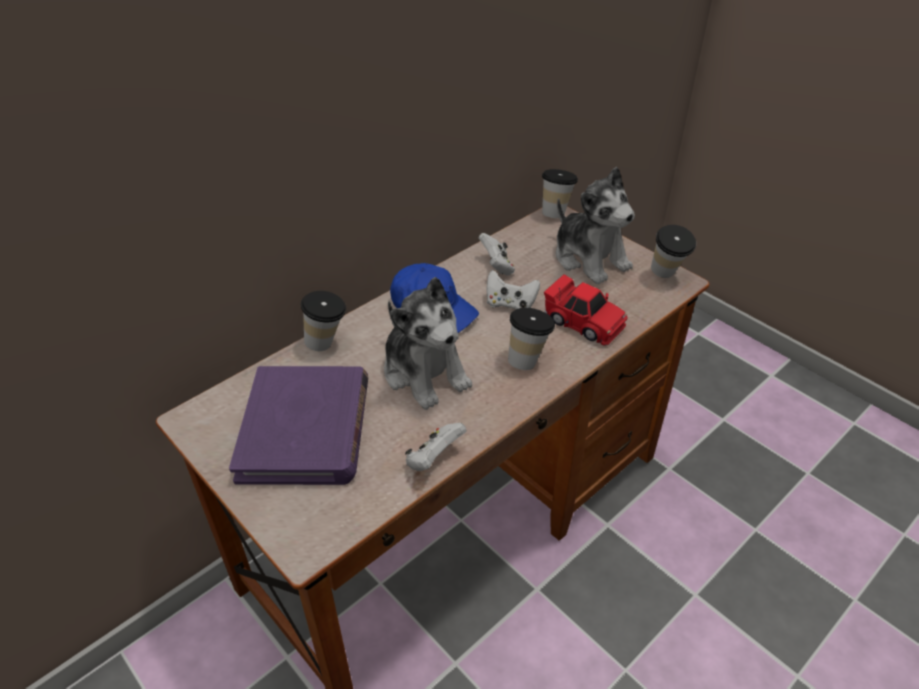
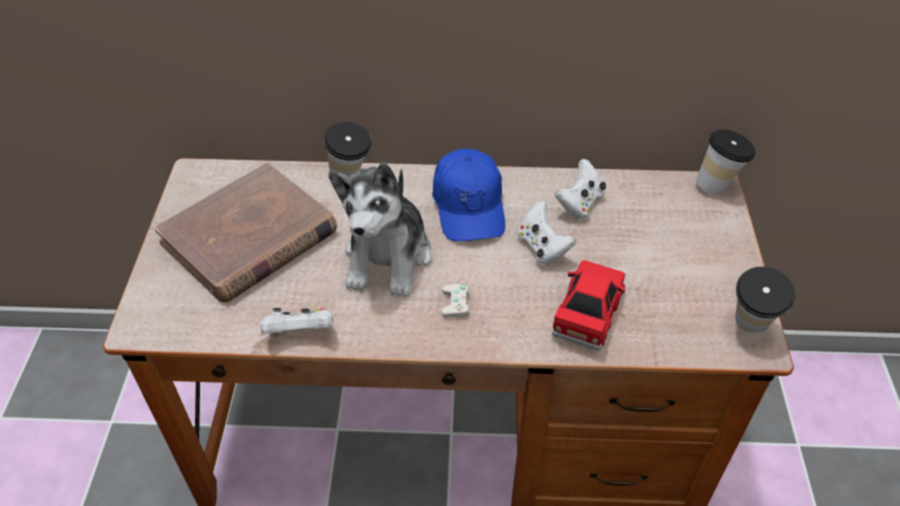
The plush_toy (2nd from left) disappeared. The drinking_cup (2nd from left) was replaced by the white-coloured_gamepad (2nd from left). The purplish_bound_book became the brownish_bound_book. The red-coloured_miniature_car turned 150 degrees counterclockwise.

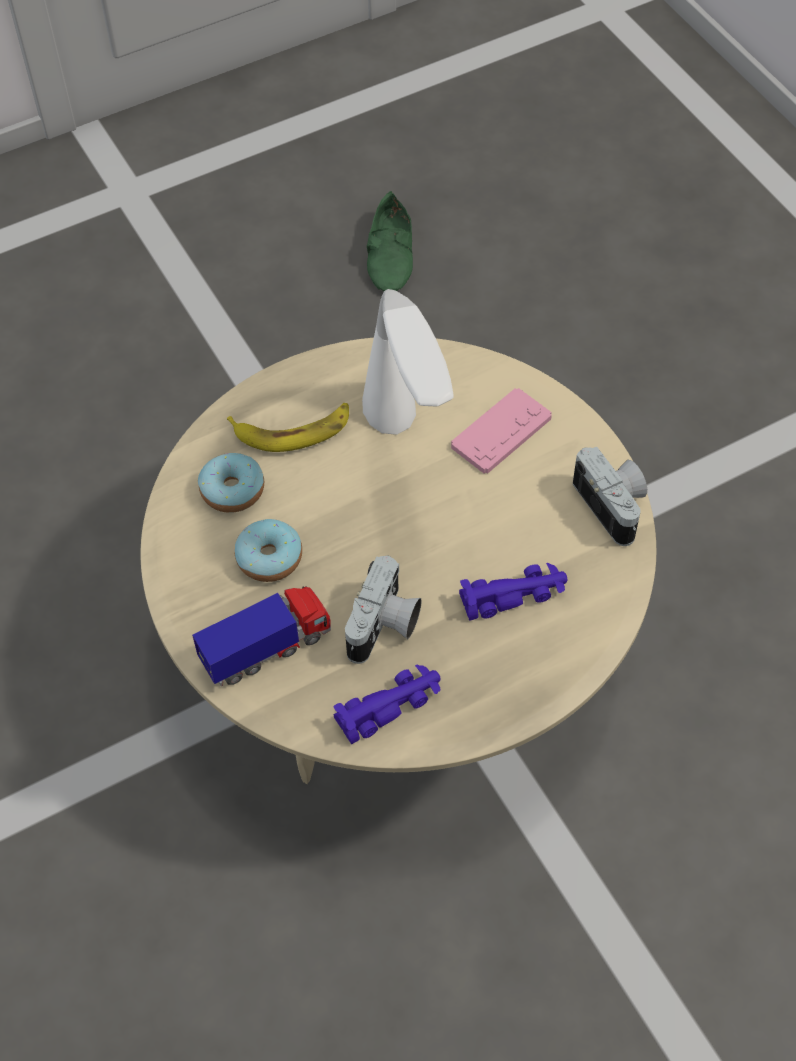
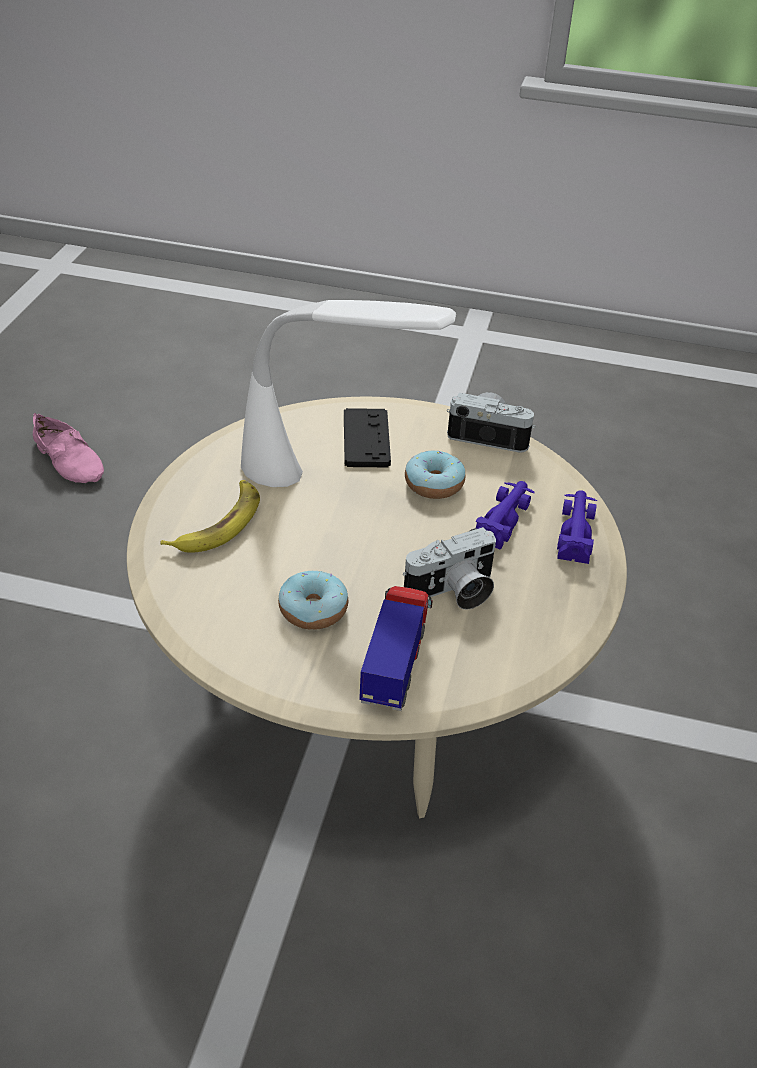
The ring_doughnut (1st from left in the first image) moved. The purplish_miniature_car (1st from left in the first image) moved. The green-coloured_item_of_footwear became the pink_item_of_footwear. The pink_gamepad became the black-coloured_gamepad. The still_camera (1st from left) turned 90 degrees clockwise.

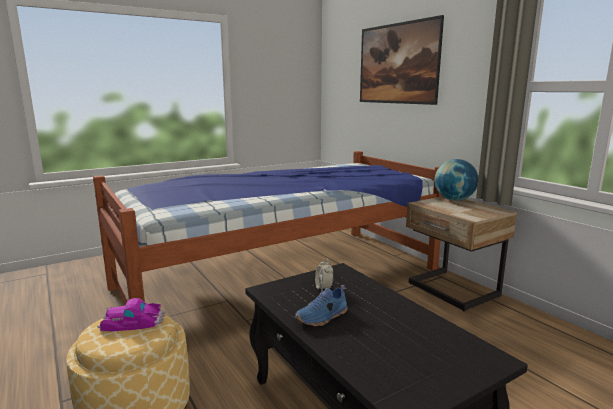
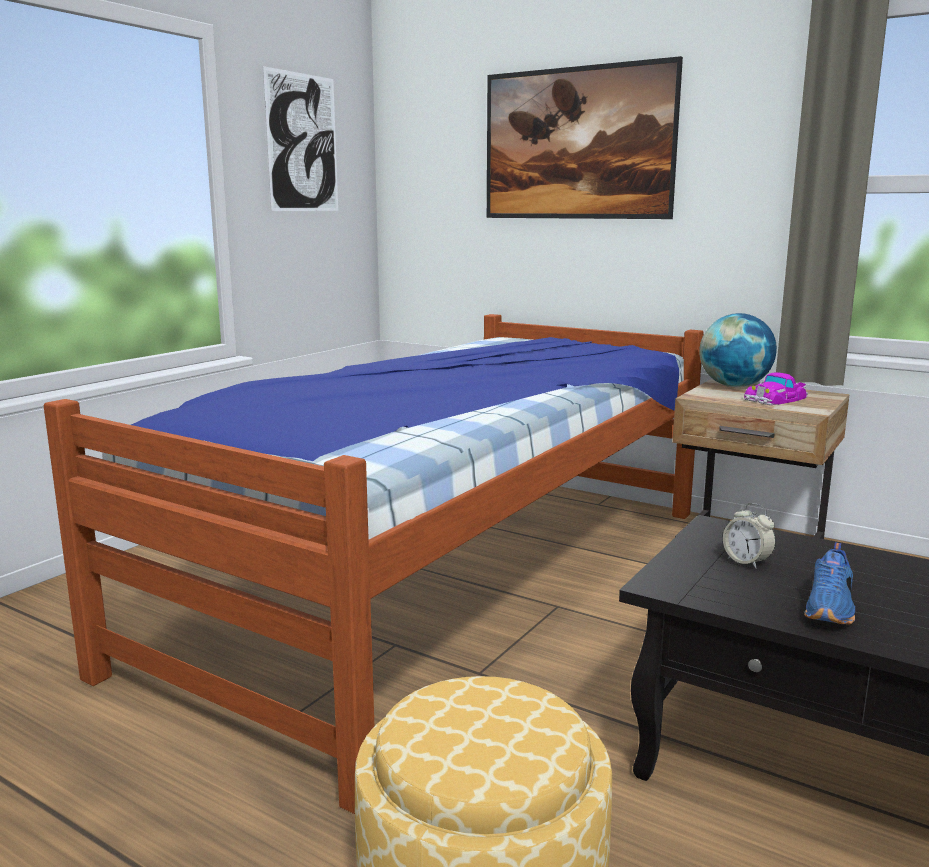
The wall_art (1st from left) appeared. The miniature_car moved.

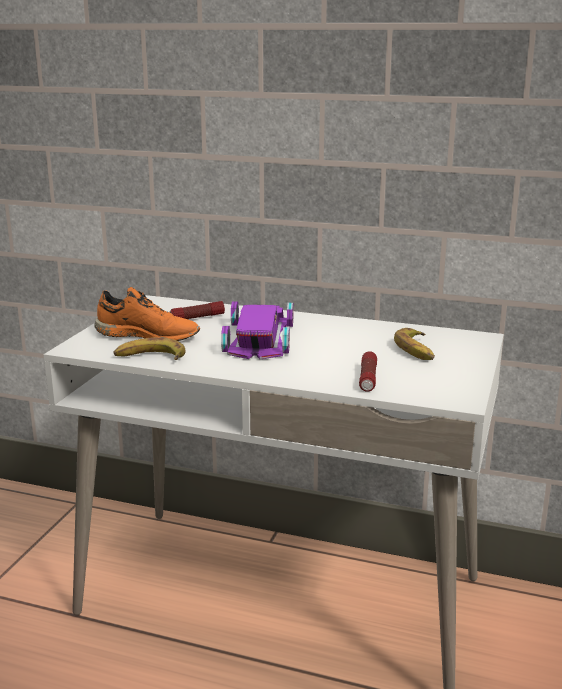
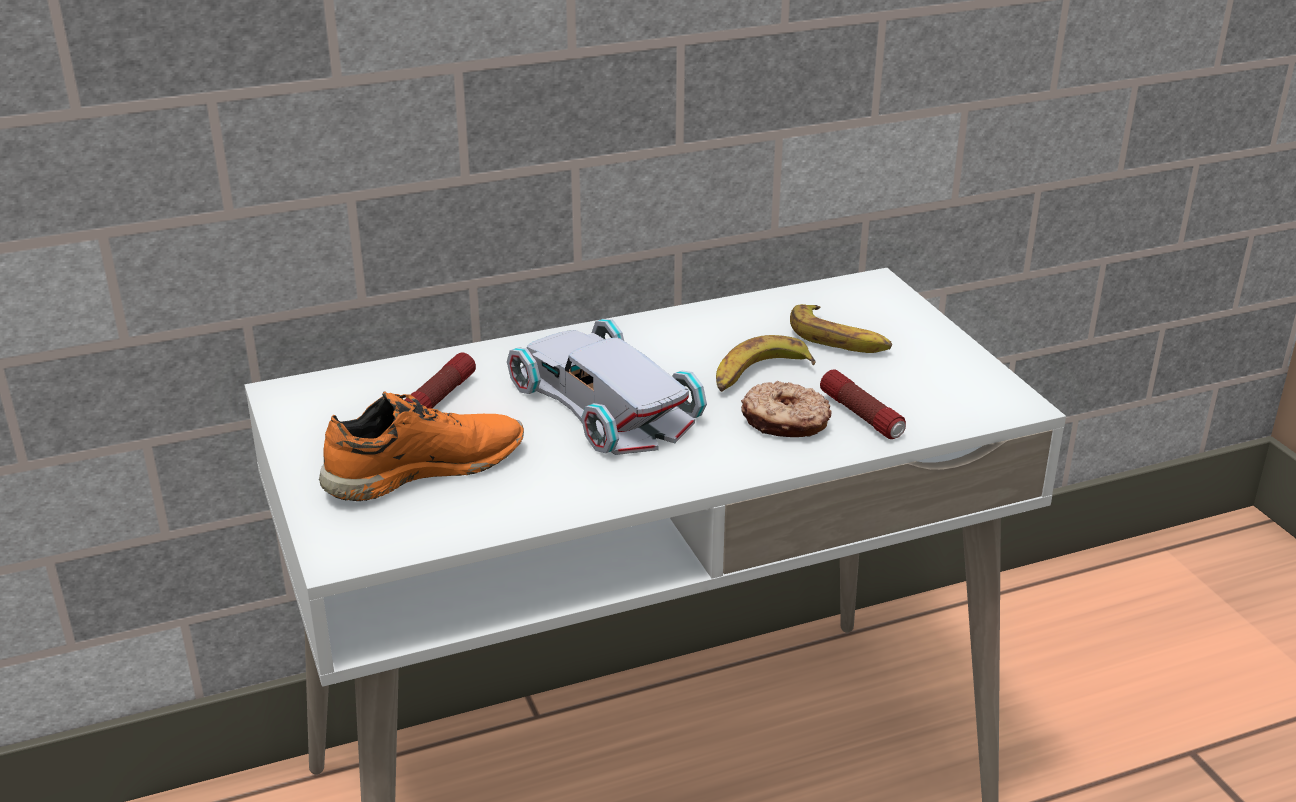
The ring_doughnut appeared. The banana_fruit (1st from left) moved. The purplish_miniature_car became the white-coloured_miniature_car.

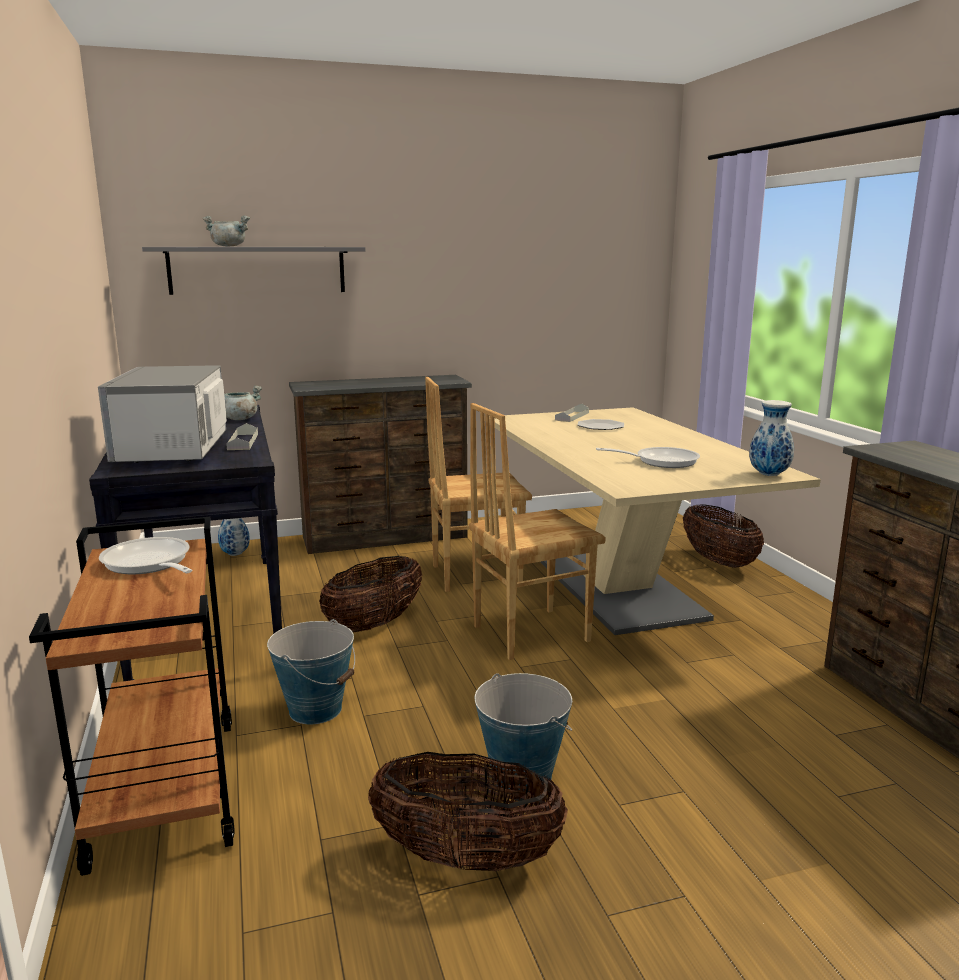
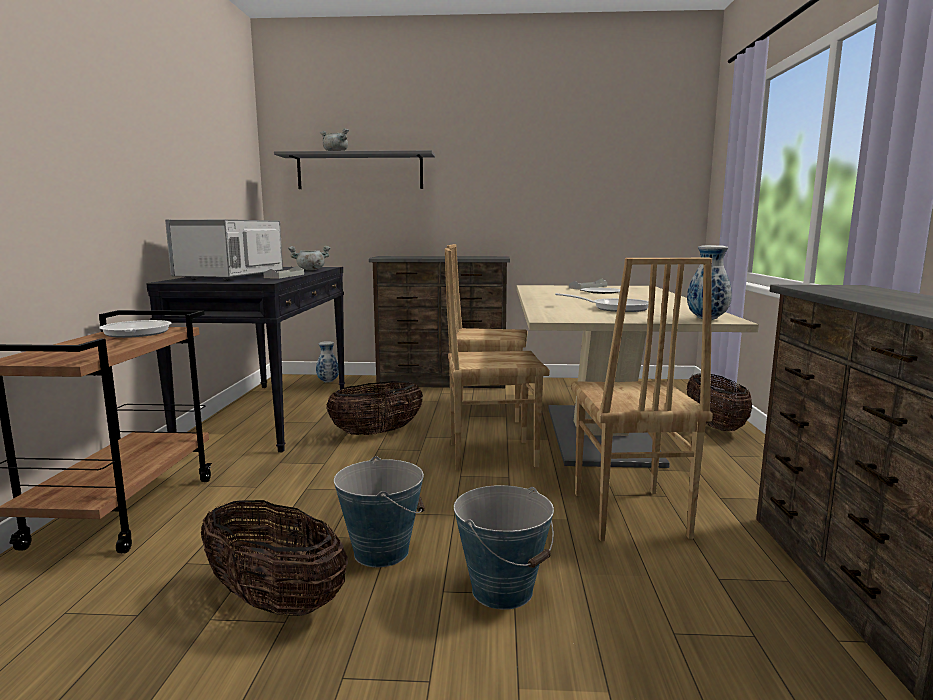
The brownish_plain_chair (3rd from left) appeared. The pail (1st from left in the first image) moved.

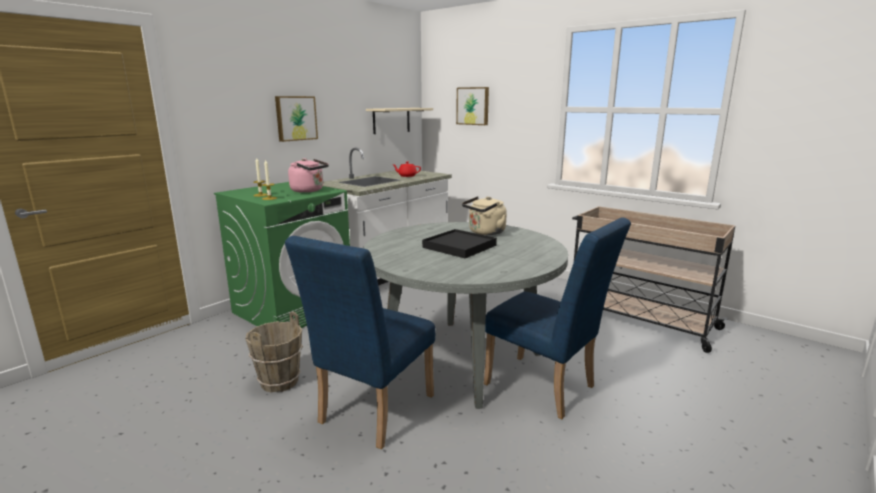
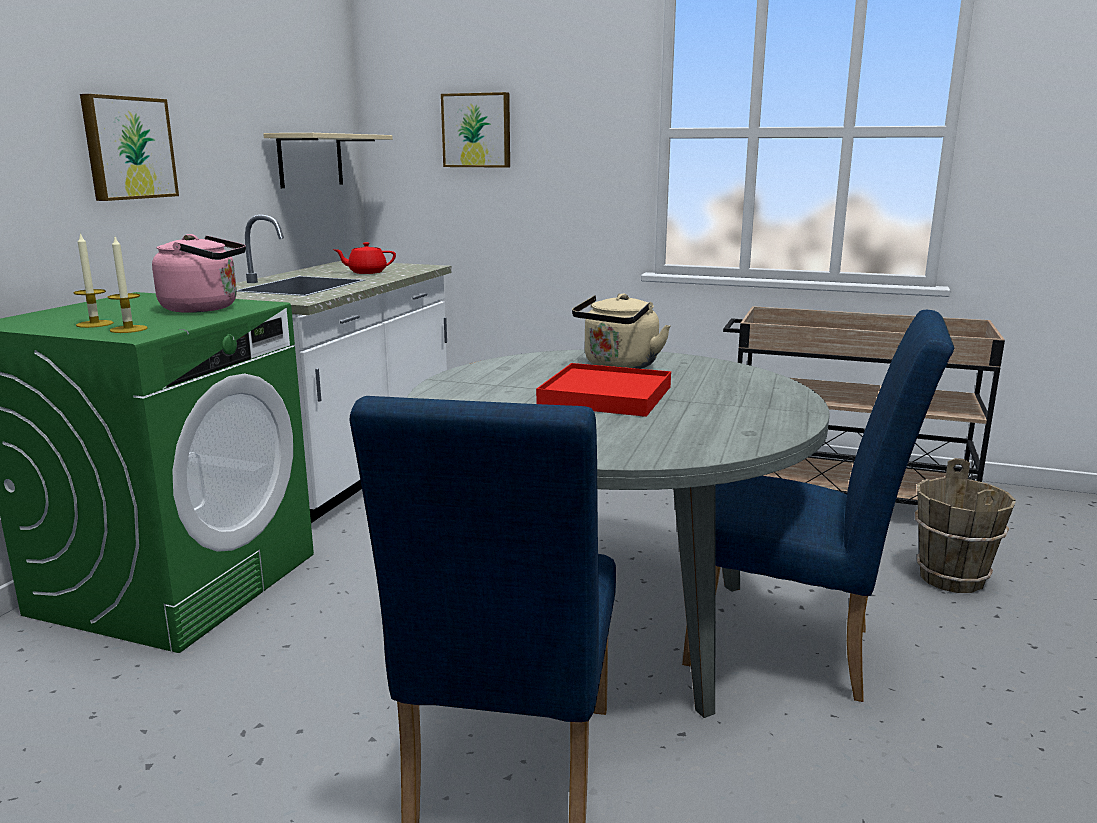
The brownish_pail moved. The black-coloured_serving_tray became the red-coloured_serving_tray.

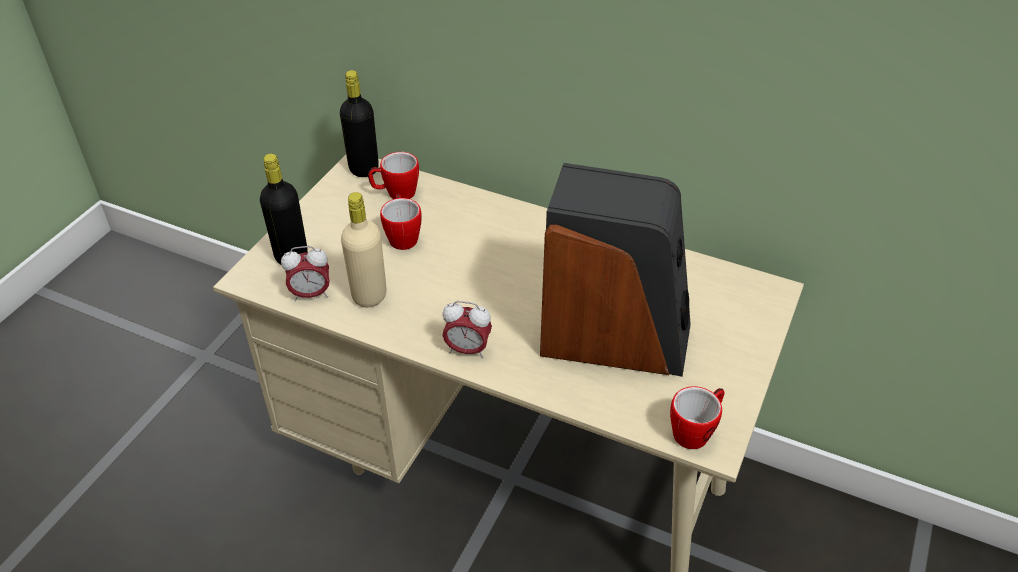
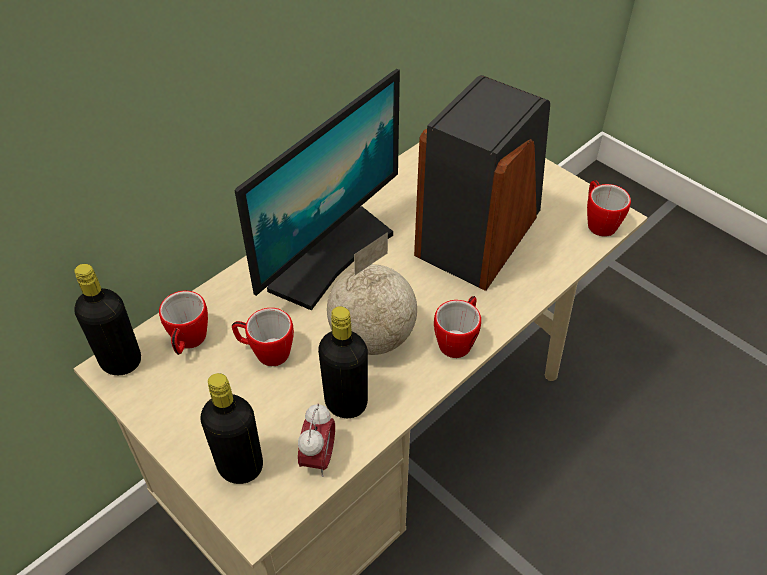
The computer_display appeared. The globe appeared. The alarm_clock (2nd from left) was replaced by the coffee_mug (3rd from left). The sand-coloured_drink_bottle became the black-coloured_drink_bottle (3rd from left).

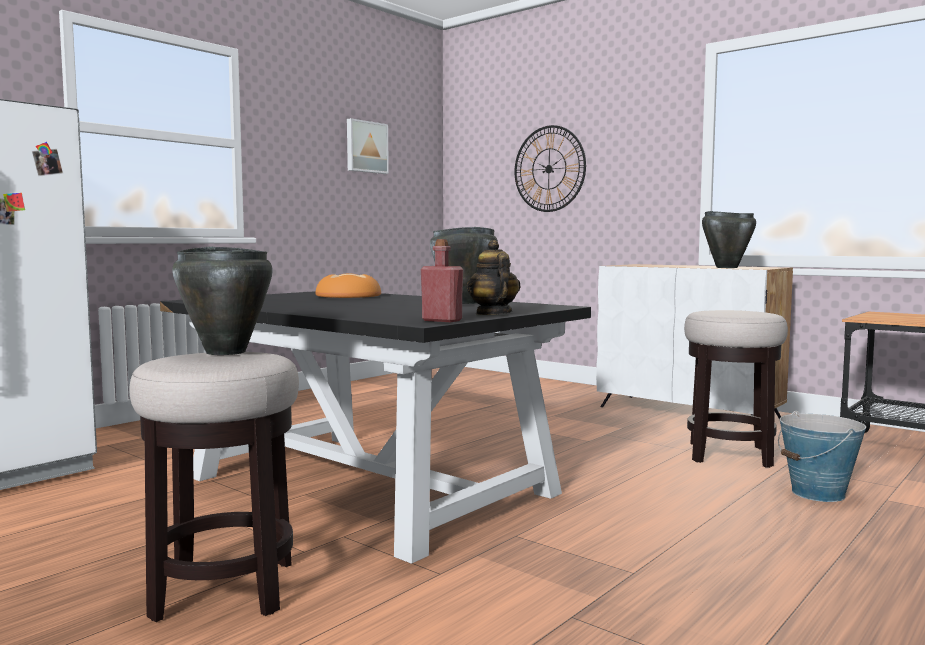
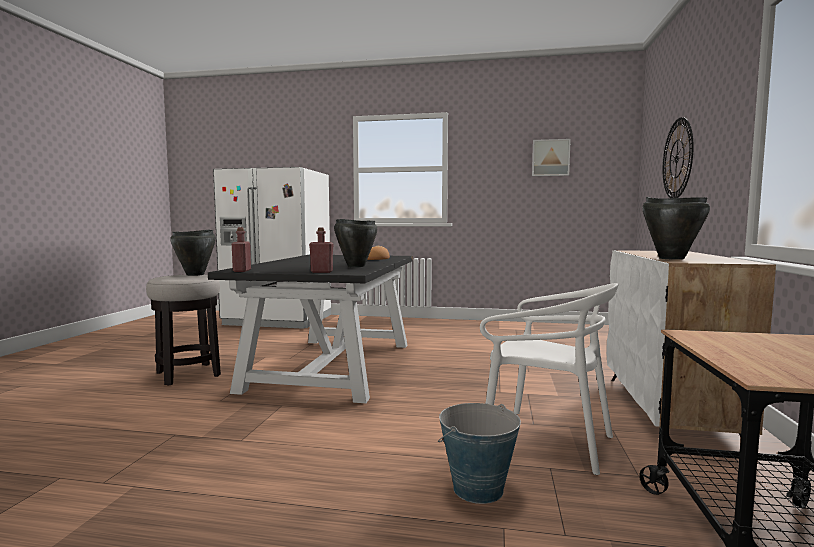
The teapot disappeared. The red-coloured_drink_bottle (2nd from left) appeared. The sitting_stool (2nd from left) was replaced by the white-coloured_plain_chair.

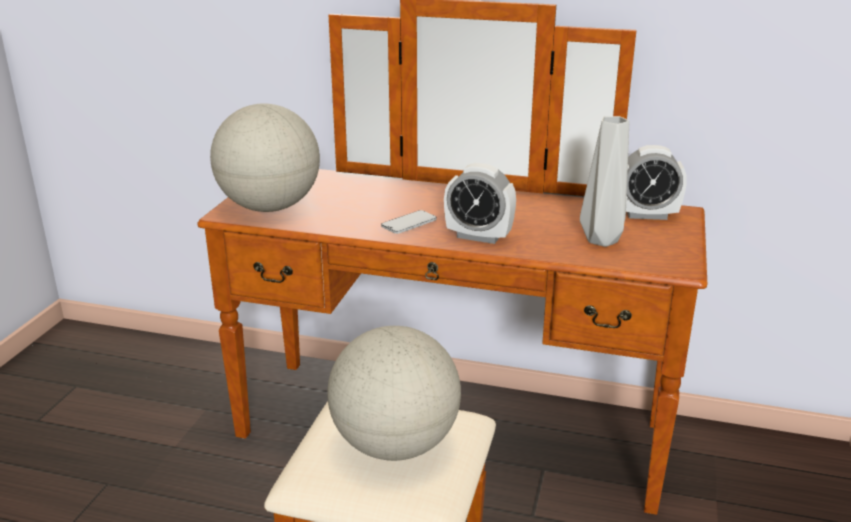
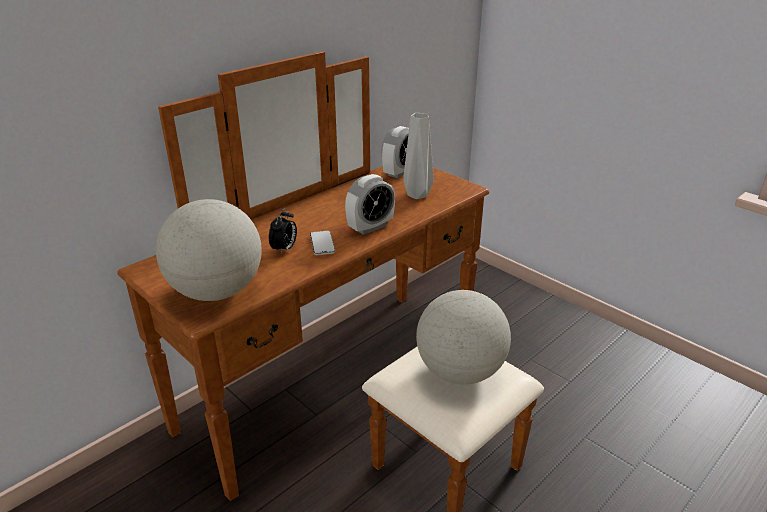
The alarm_clock (1st from left) appeared.

